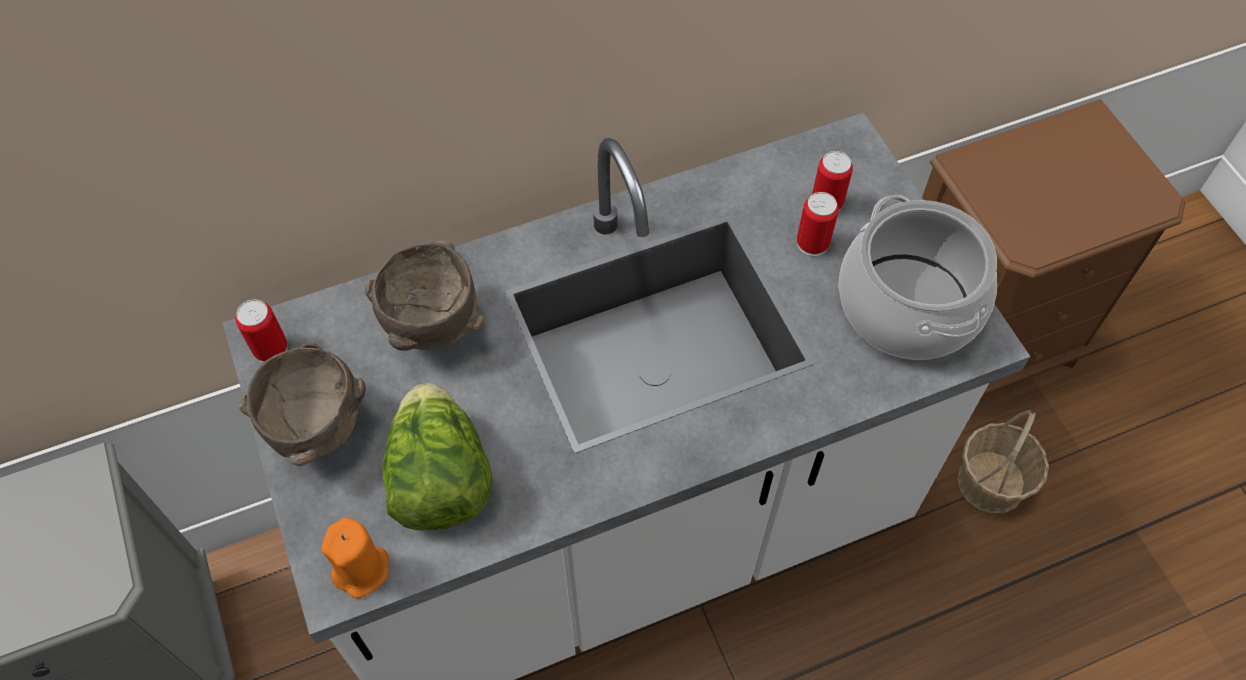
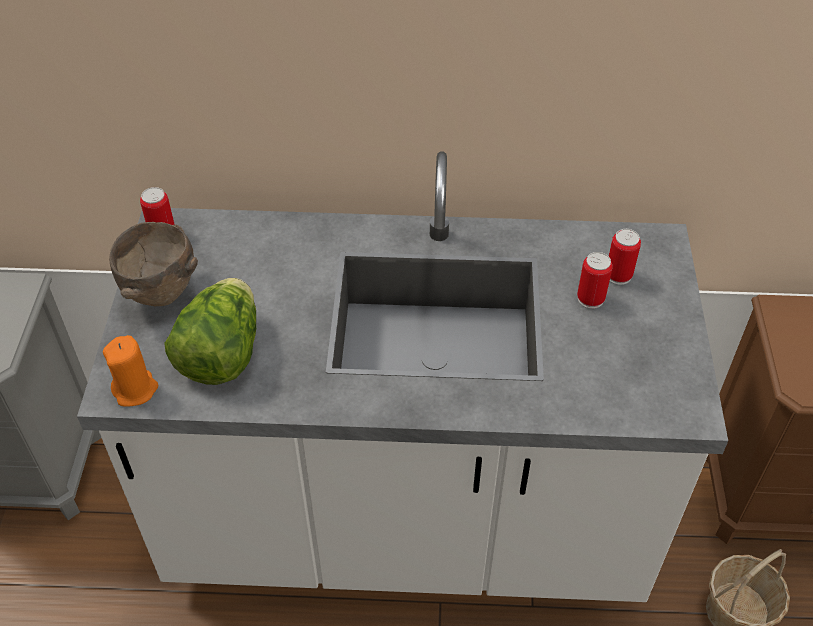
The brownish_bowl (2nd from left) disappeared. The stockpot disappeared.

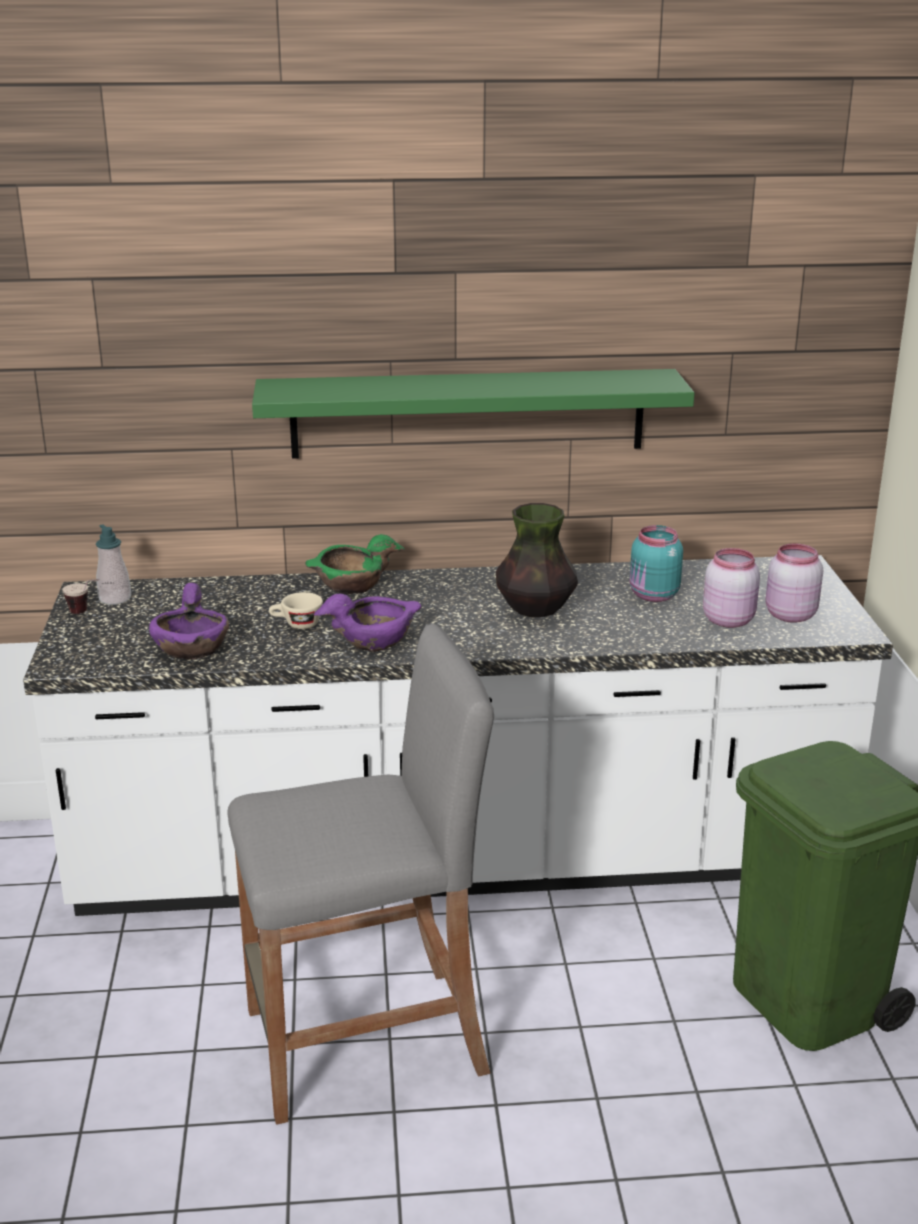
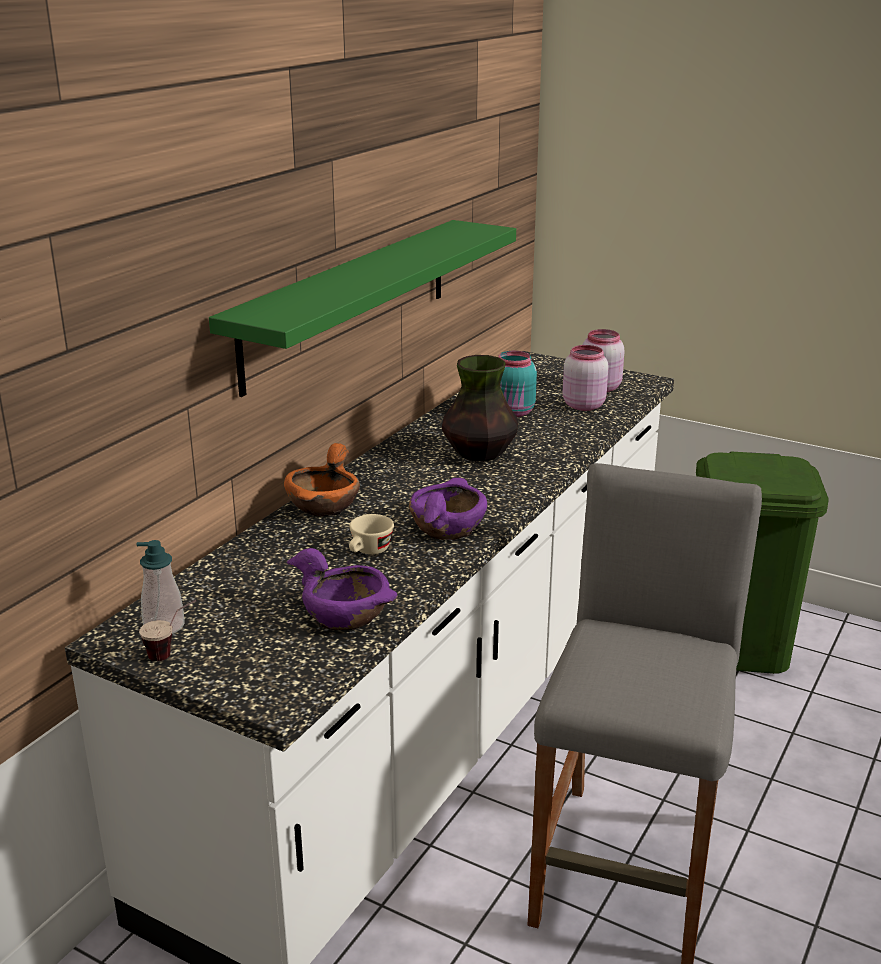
The green-coloured_bowl became the orange_bowl.

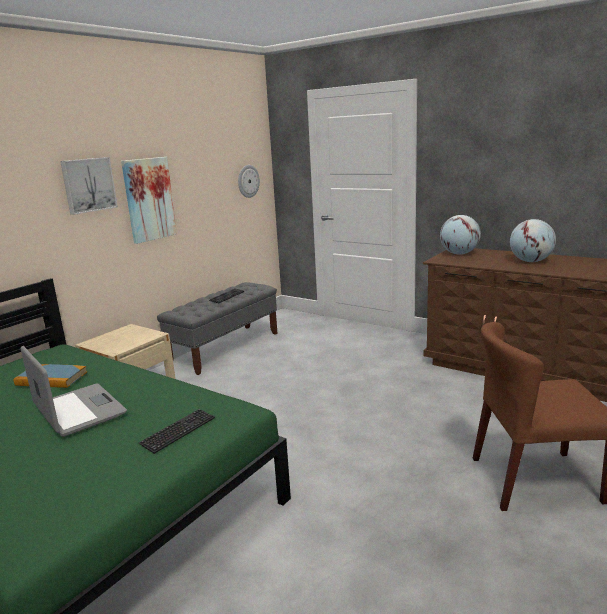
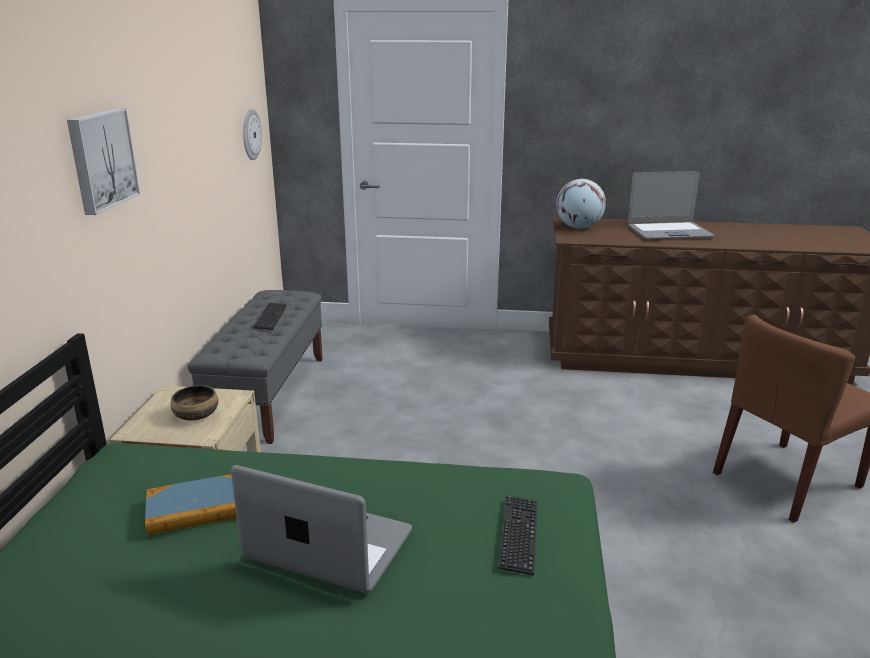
The wall_art (2nd from left) disappeared. The bowl appeared. The globe (2nd from left) was replaced by the portable_computer (2nd from left).

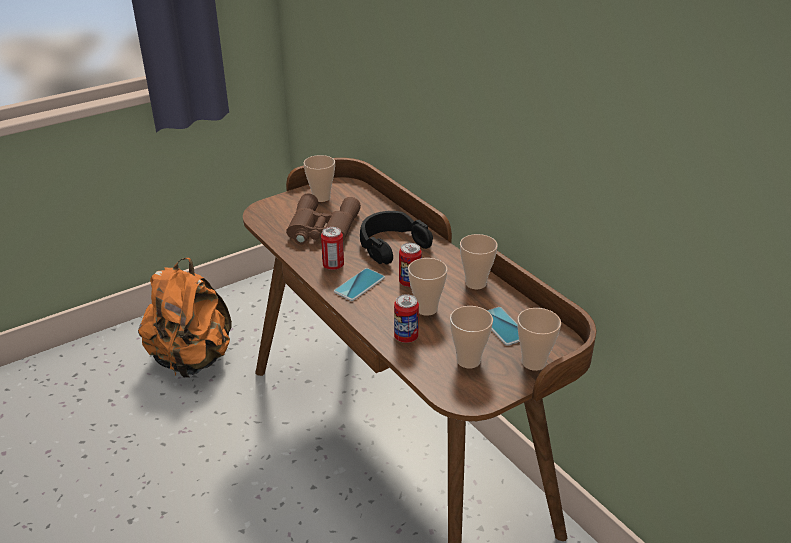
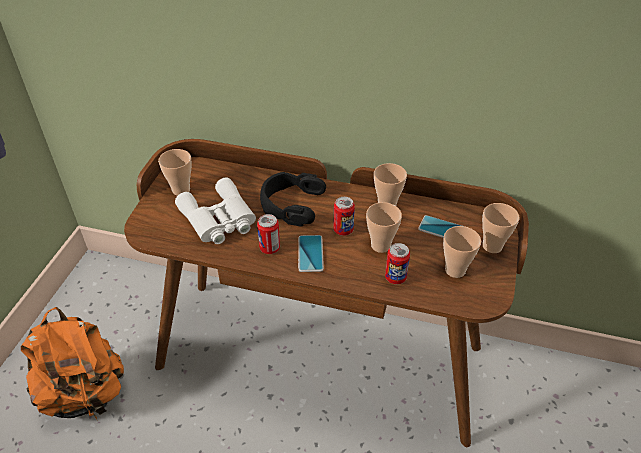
The brownish_binoculars became the white-coloured_binoculars.

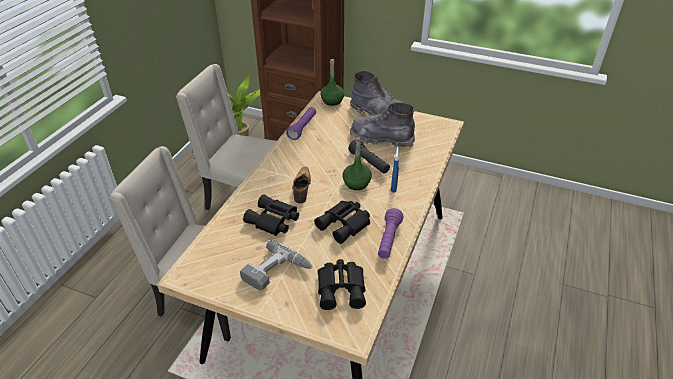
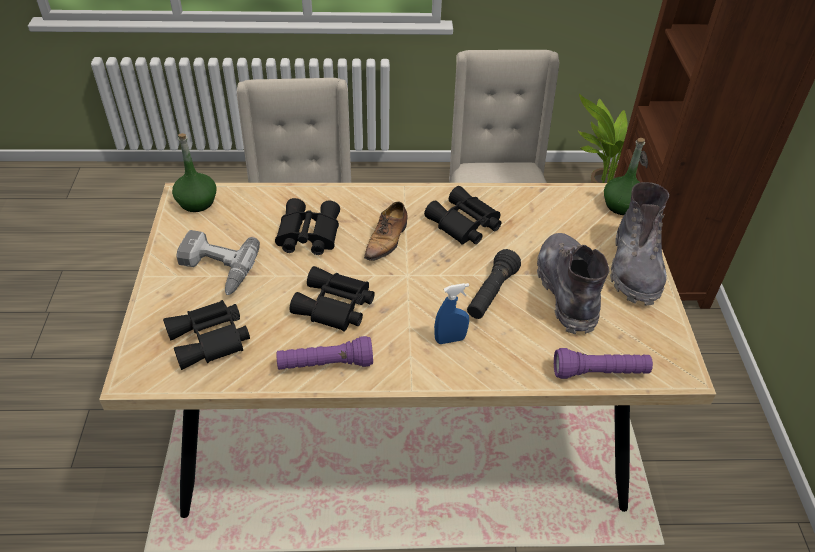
The black-coloured_binoculars (4th from left) appeared. The purplish_hand_torch (1st from left in the first image) moved. The green-coloured_drink_bottle (2nd from left in the first image) moved. The item_of_footwear turned 135 degrees clockwise.

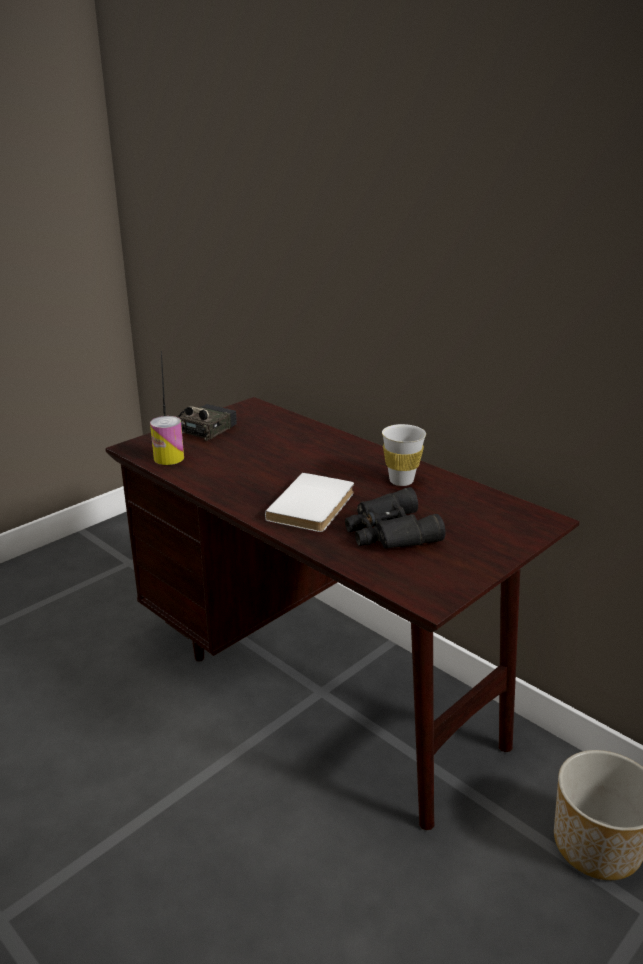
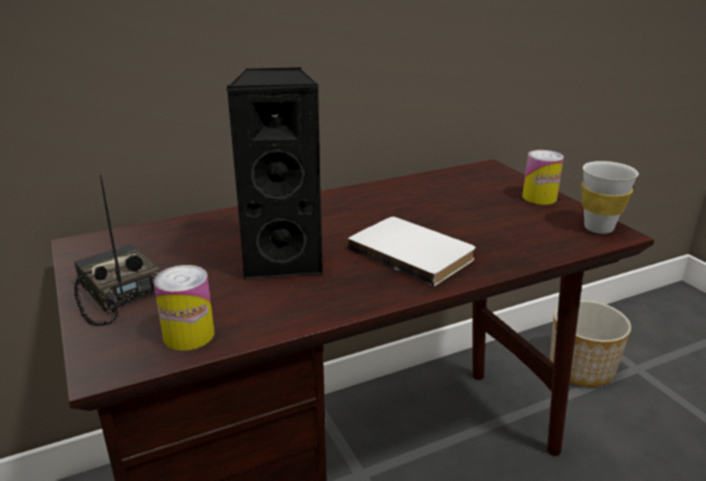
The black-coloured_binoculars disappeared. The black-coloured_loudspeaker appeared. The sealed_can (2nd from left) appeared. The white-coloured_drinking_cup moved.

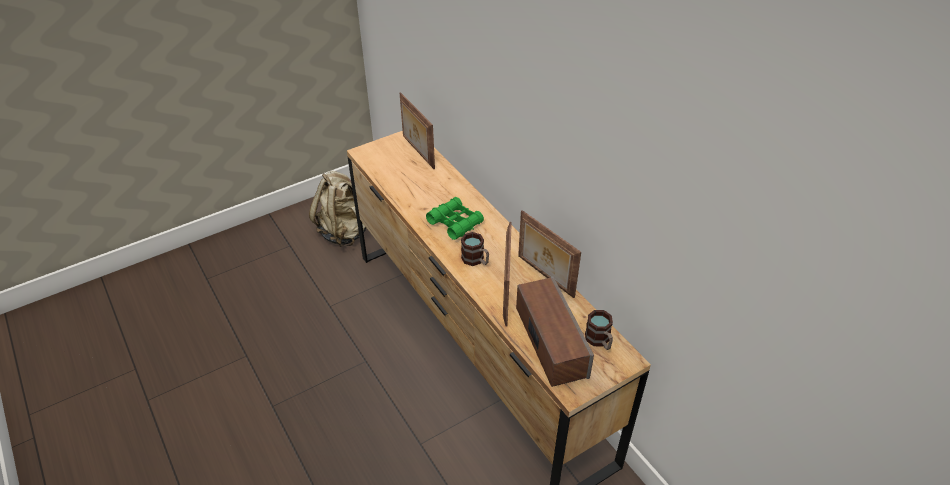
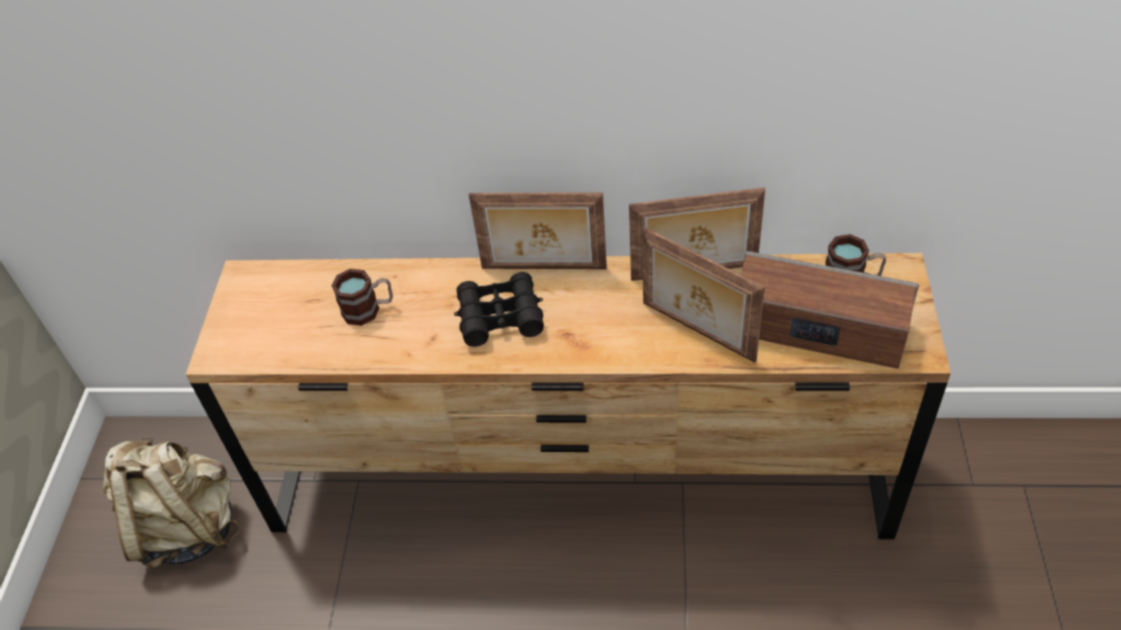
The picture_frame (1st from left) moved. The coffee_mug (1st from left) moved. The green-coloured_binoculars became the black-coloured_binoculars.

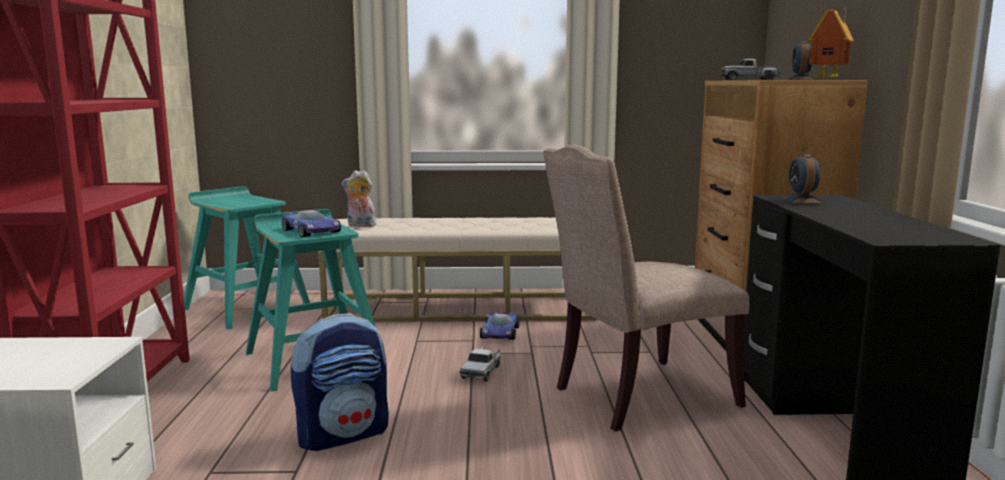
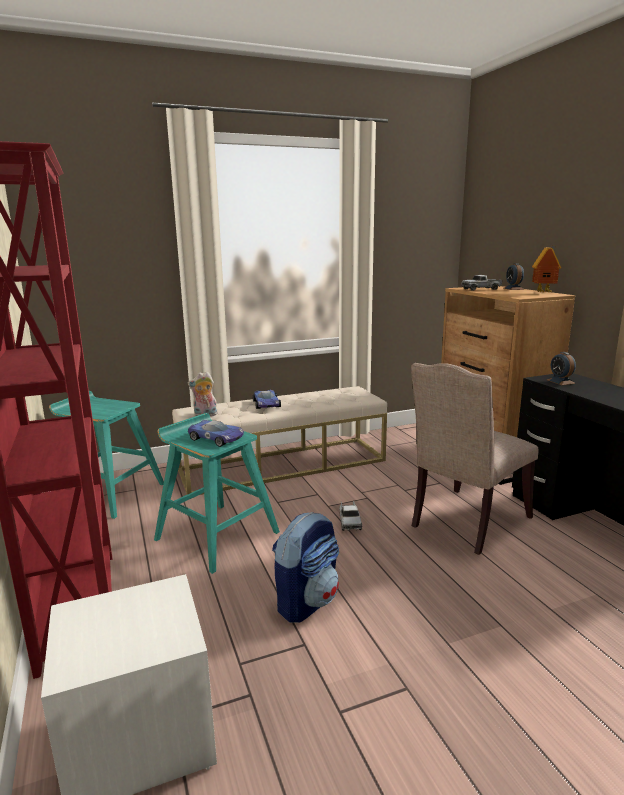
The miniature_car (2nd from left) moved.

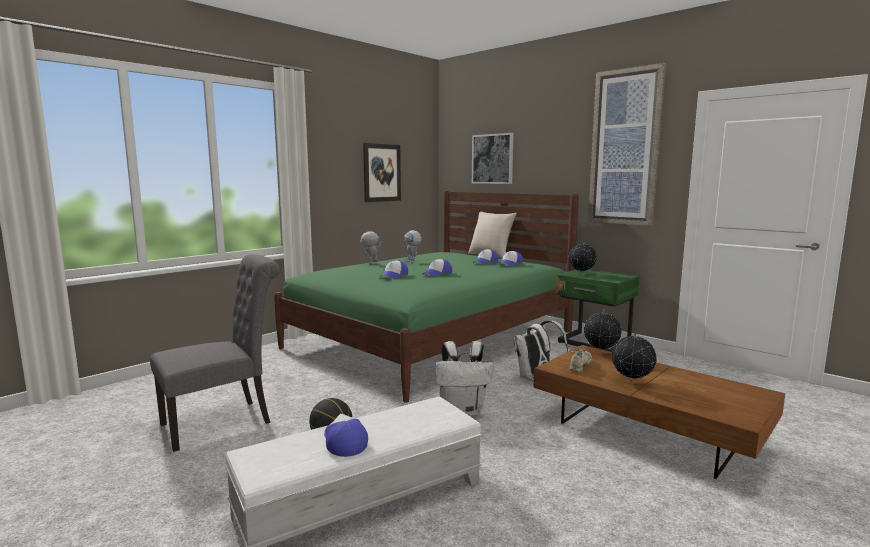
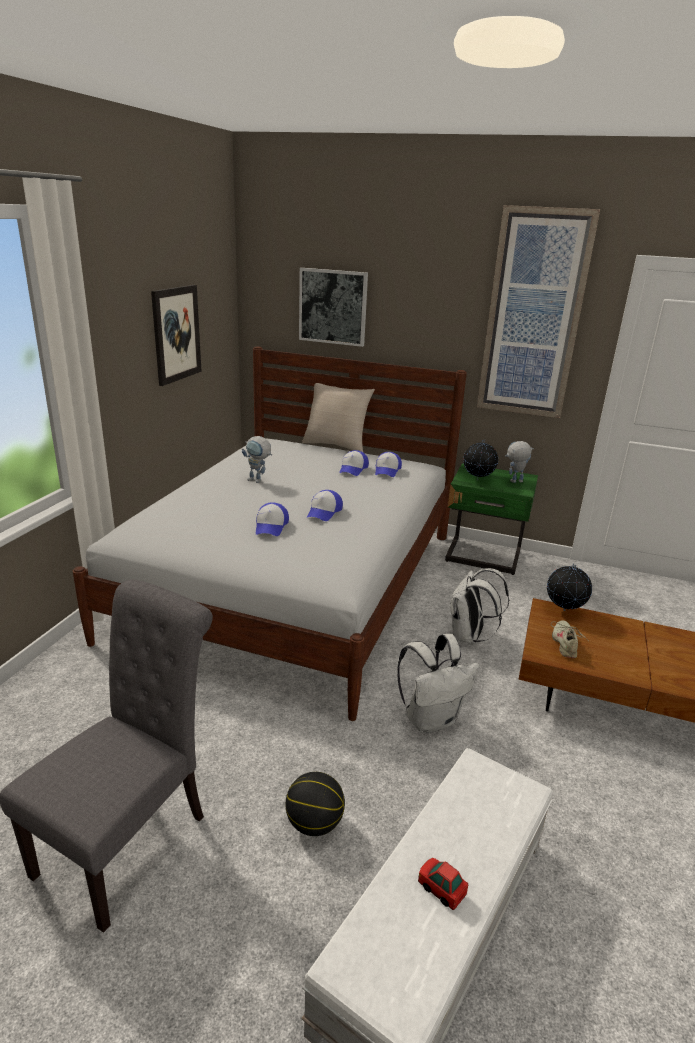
The globe (3rd from left) disappeared. The robot_figure (1st from left in the first image) moved. The peaked_cap (1st from left) was replaced by the miniature_car. The green-coloured_bedroom_bed became the white-coloured_bedroom_bed.

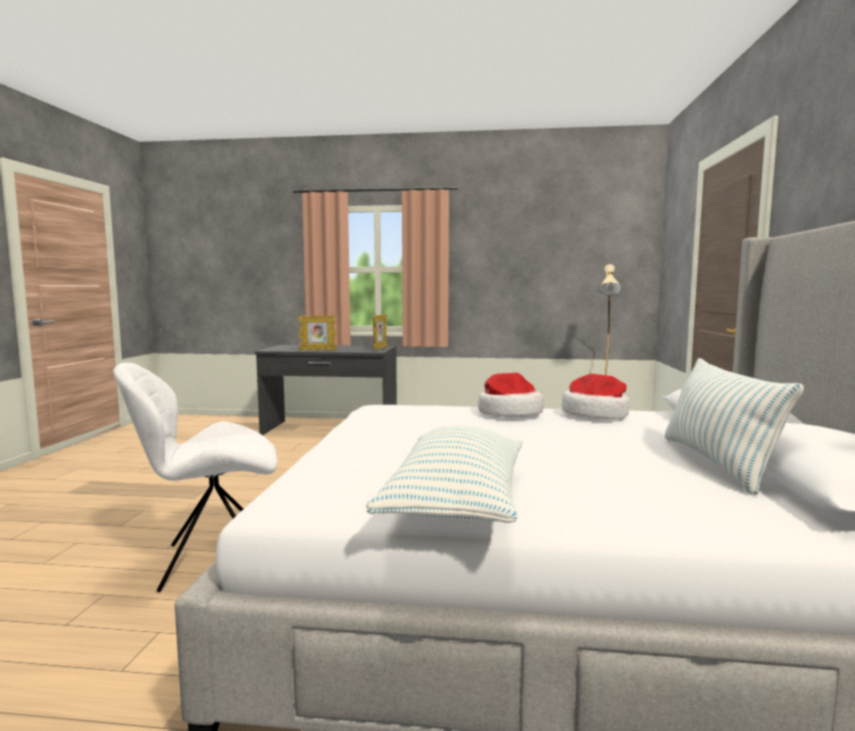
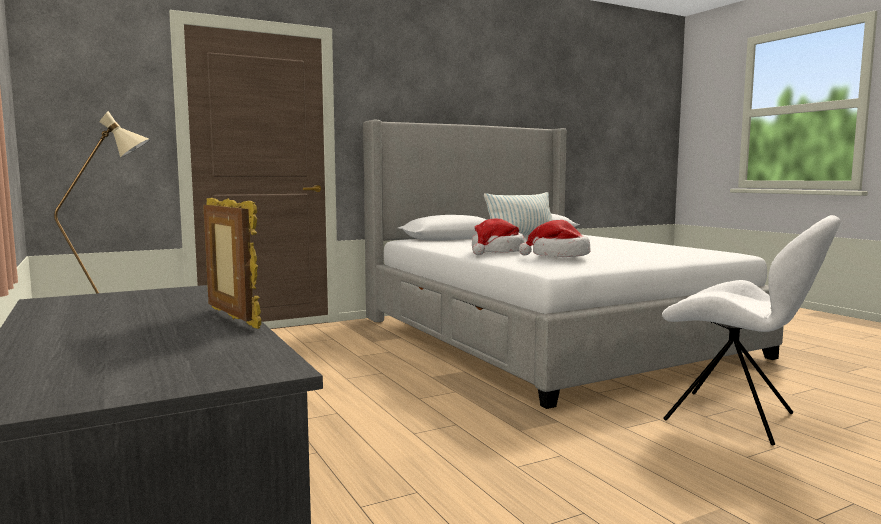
The cushion (1st from left) disappeared. The picture_frame (2nd from left) disappeared. The wearable_hat (2nd from left) moved.

